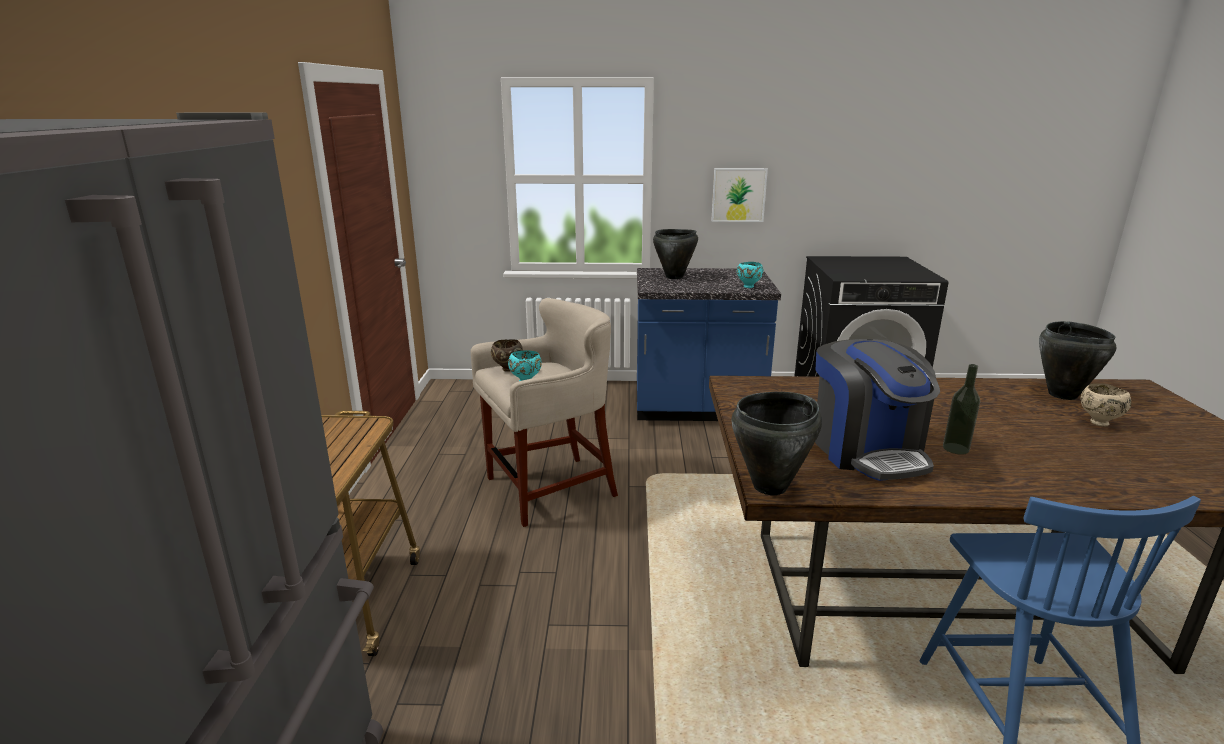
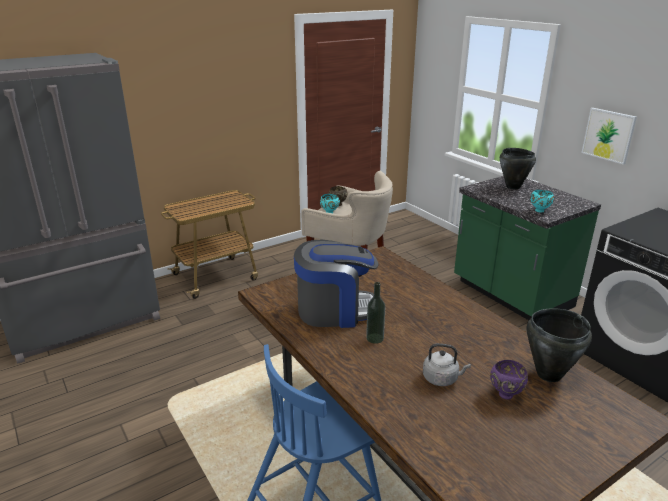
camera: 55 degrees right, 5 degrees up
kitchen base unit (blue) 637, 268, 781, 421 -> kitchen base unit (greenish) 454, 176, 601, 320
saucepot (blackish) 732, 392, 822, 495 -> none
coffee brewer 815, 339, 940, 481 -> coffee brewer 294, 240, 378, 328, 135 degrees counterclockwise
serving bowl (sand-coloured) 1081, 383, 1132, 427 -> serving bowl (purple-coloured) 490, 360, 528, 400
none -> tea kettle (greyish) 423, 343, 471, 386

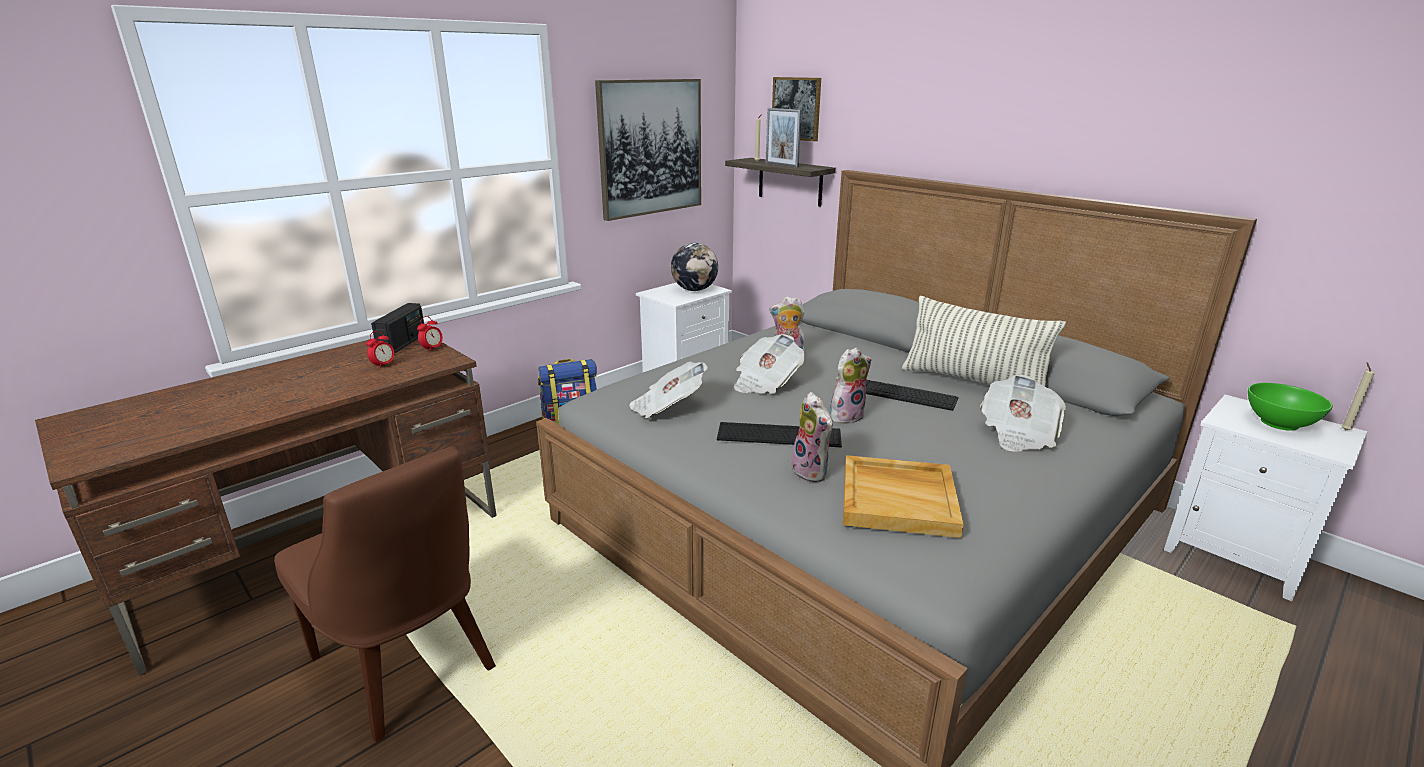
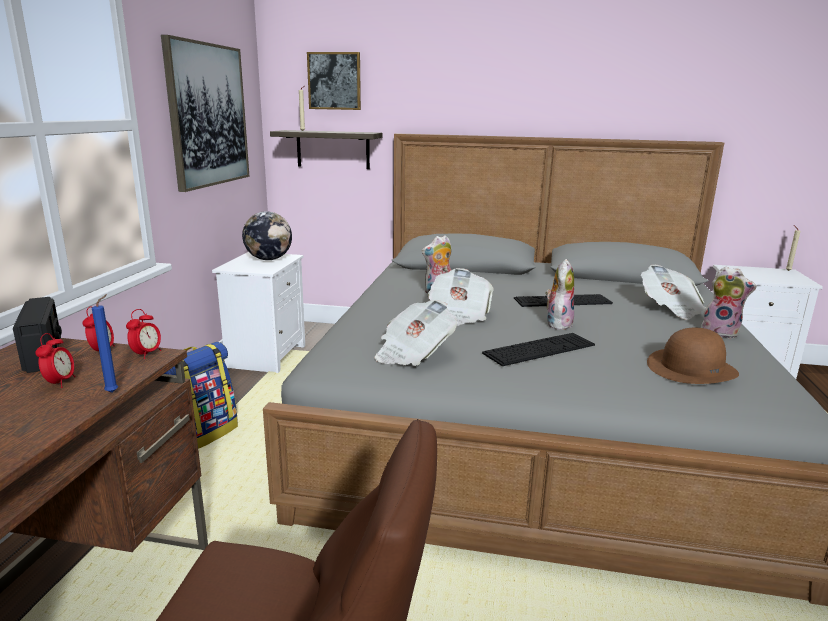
camera: 35 degrees left, 5 degrees down
photo frame 766, 108, 802, 168 -> none
plush toy 791, 392, 833, 482 -> plush toy 701, 266, 757, 339, relocated
tray (sand-coloured) 843, 455, 964, 538 -> hat (brownish) 647, 328, 739, 384
throw pillow 902, 296, 1066, 387 -> none
serving bowl (greenish) 1248, 383, 1333, 431 -> none
none -> wax candle (blue) 92, 294, 118, 393
none -> alarm clock 126, 309, 161, 359

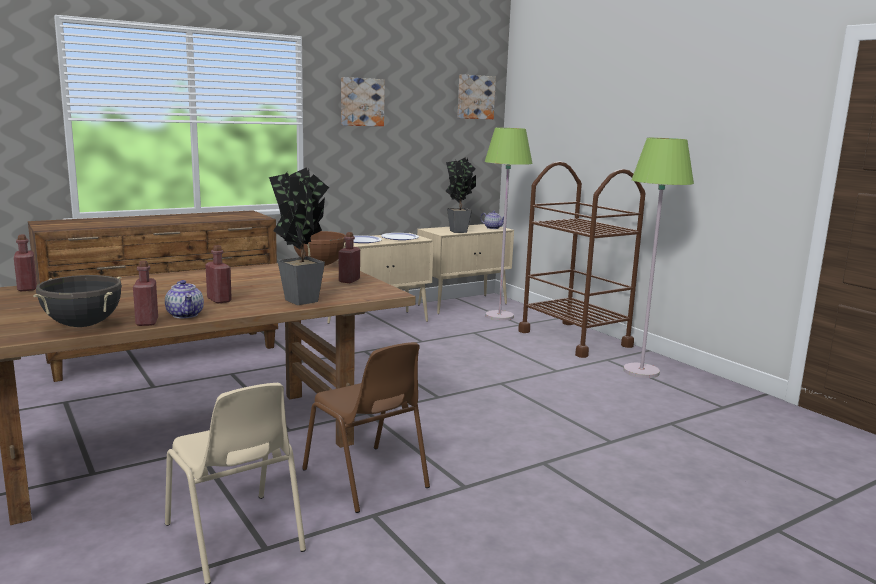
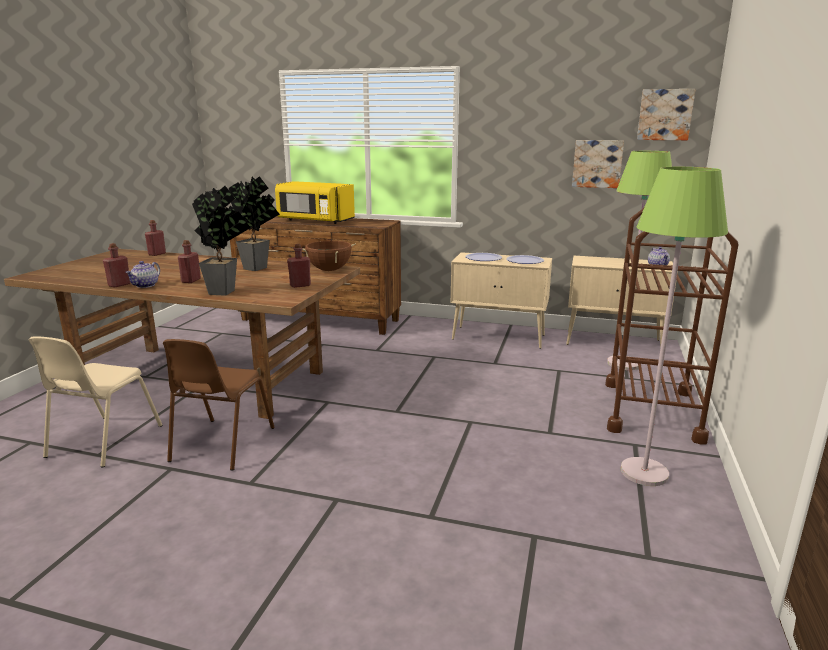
camera: 50 degrees right, 5 degrees up
saucepot (blackish) 33, 275, 122, 327 -> none
wall art 341, 77, 385, 126 -> wall art 572, 140, 624, 188, relocated
plant in a pot 445, 157, 476, 233 -> plant in a pot 229, 176, 280, 271, relocated
none -> microwave (yellow) 275, 181, 355, 224

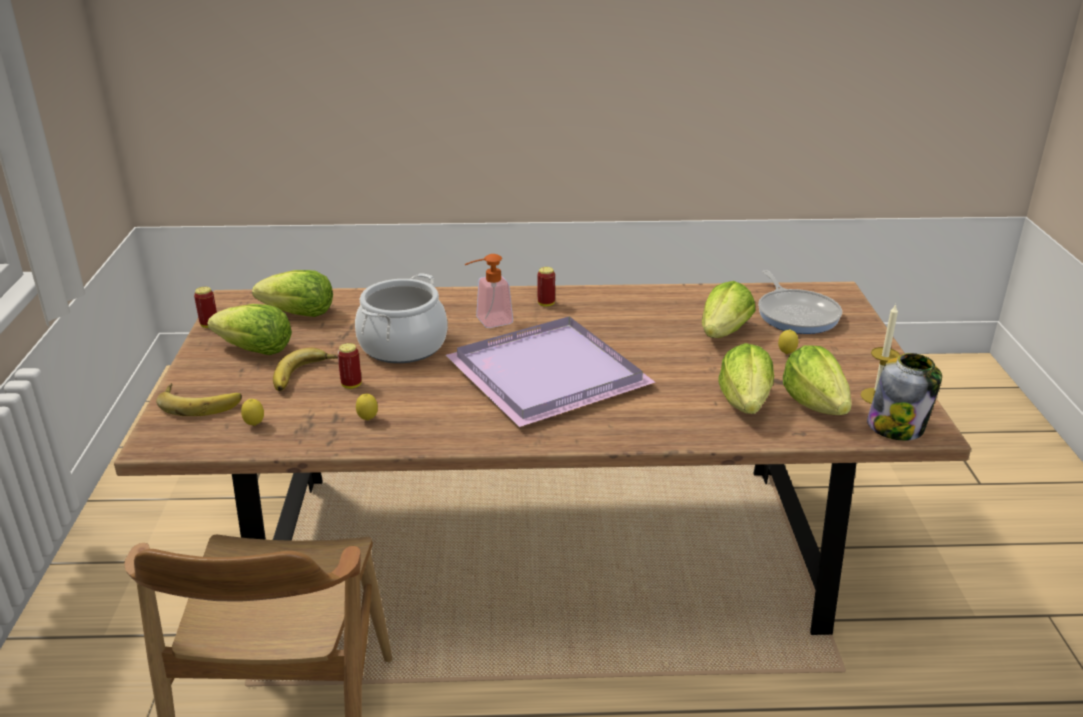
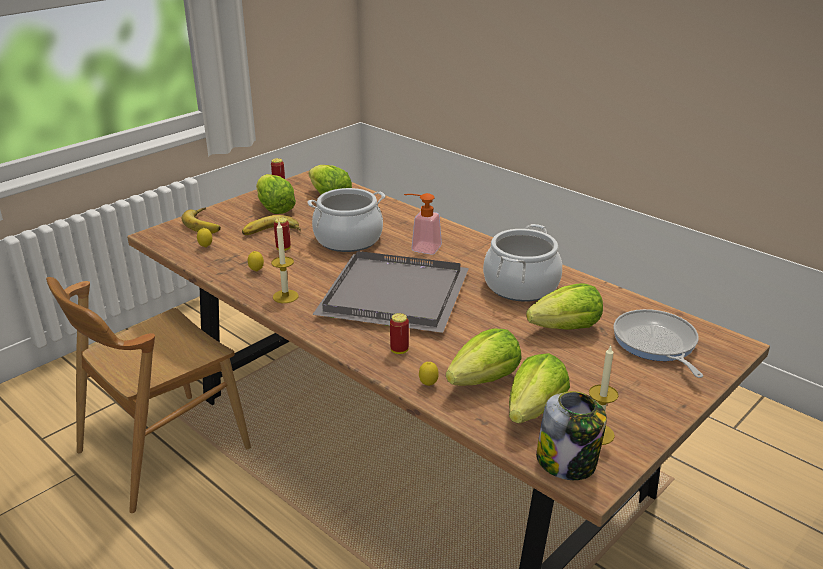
camera: 45 degrees right, 0 degrees up
tray (purple-coloured) 445, 316, 655, 427 -> tray (greyish) 312, 251, 469, 333
sealed can 537, 267, 555, 307 -> sealed can 390, 313, 409, 354, relocated
pan 758, 270, 842, 334 -> pan 613, 309, 703, 378, 135 degrees clockwise
whole lemon 778, 329, 798, 354 -> whole lemon 419, 362, 439, 386, relocated
none -> wax candle 271, 222, 299, 303
none -> saucepot 483, 224, 562, 302

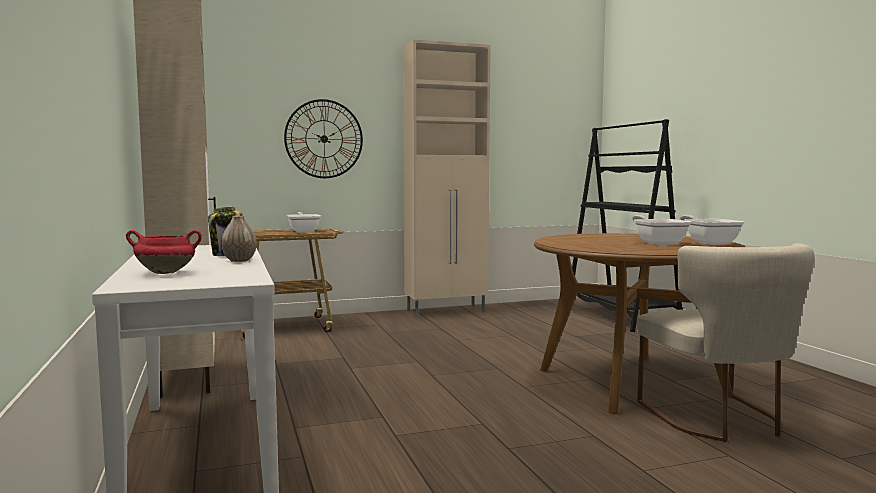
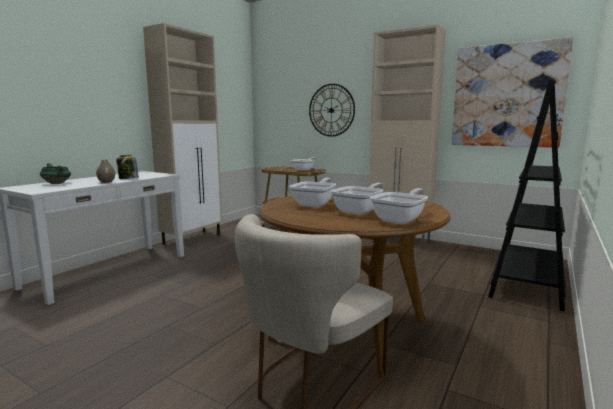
camera: 50 degrees right, 5 degrees up
saucepot (red) 126, 230, 202, 274 -> saucepot (greenish) 40, 163, 71, 184
none -> pan 289, 178, 336, 207
none -> wall art 452, 37, 573, 148

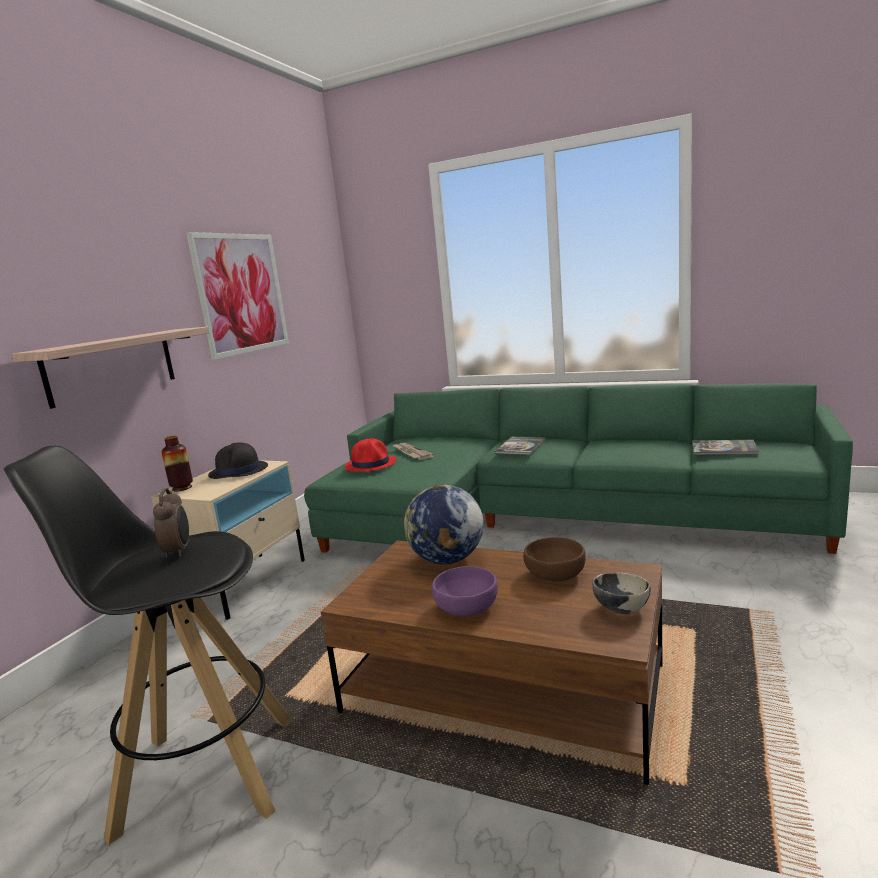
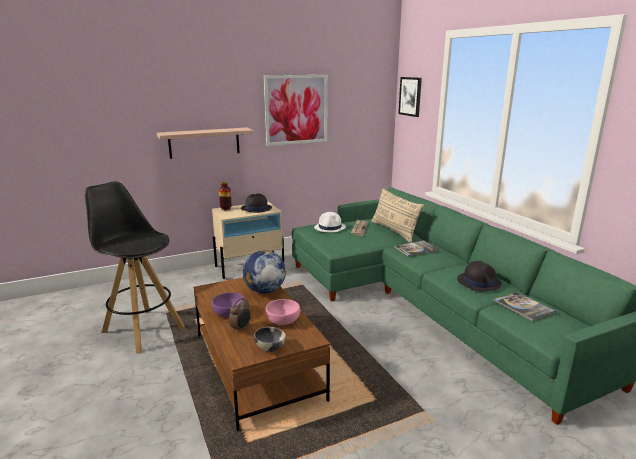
camera: 40 degrees right, 5 degrees up
alarm clock 153, 488, 189, 558 -> alarm clock 229, 298, 251, 333, relocated
hat (red) 345, 438, 396, 472 -> hat (whitish) 314, 212, 346, 232
serving bowl (brownish) 523, 537, 586, 581 -> serving bowl (pink-coloured) 266, 299, 300, 325
none -> throw pillow (sand-coloured) 371, 188, 424, 243
none -> wall art 398, 77, 422, 117
none -> hat (blackish) 457, 261, 502, 292

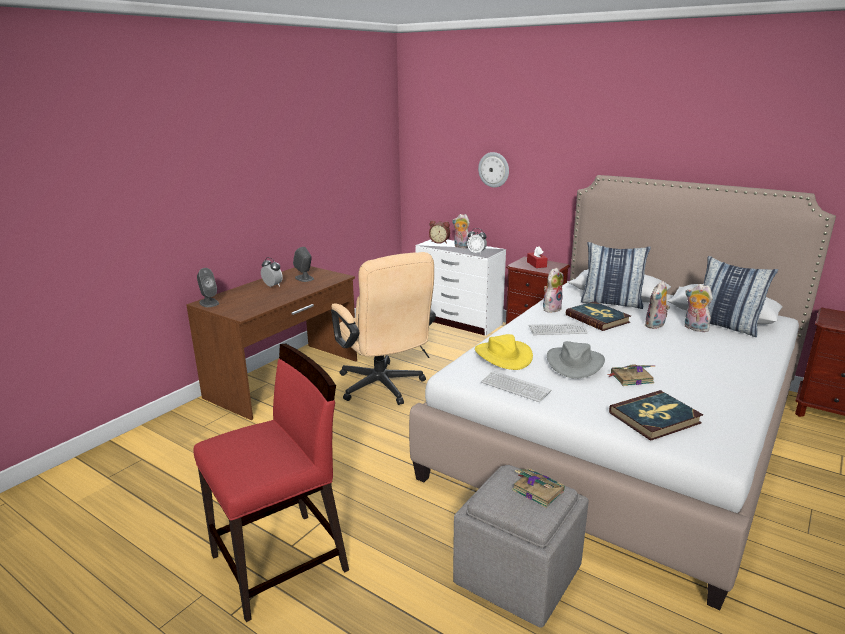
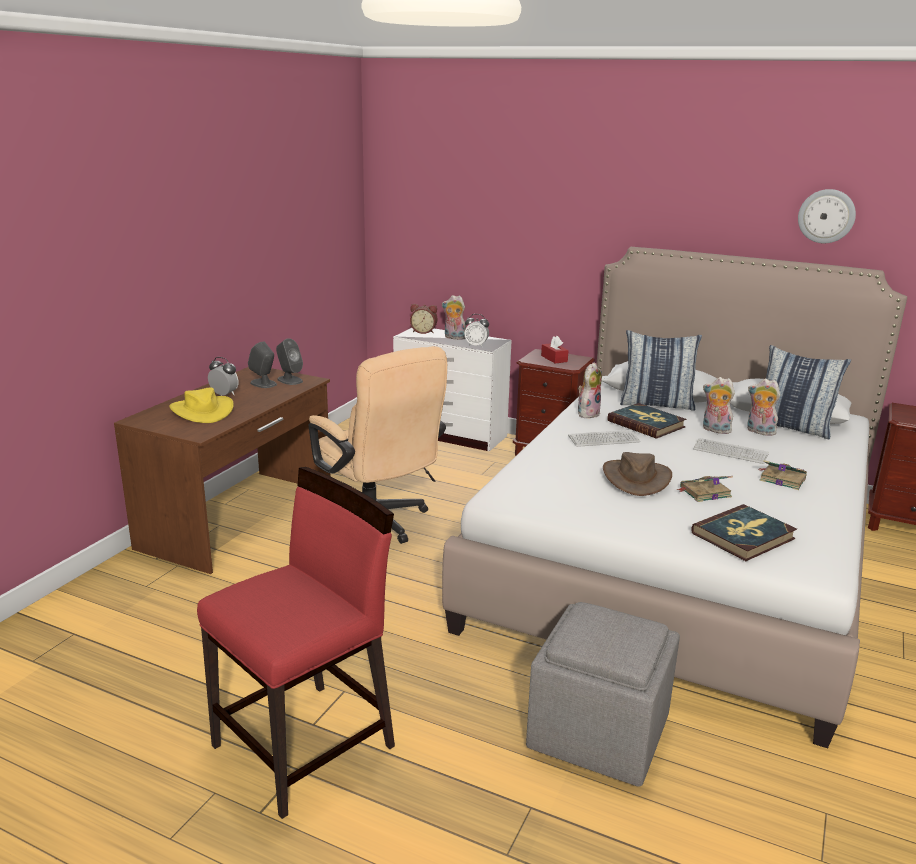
camera: 10 degrees left, 0 degrees up
audio speaker (greyish) 197, 268, 219, 307 -> audio speaker (greyish) 276, 338, 303, 385, relocated
hat (yellow) 475, 334, 533, 370 -> hat (yellow) 169, 387, 234, 423, relocated
hanging clock 478, 152, 509, 188 -> hanging clock 798, 189, 856, 243, relocated
keyboard 481, 371, 551, 402 -> keyboard 693, 438, 769, 464, relocated
book 512, 469, 565, 508 -> book 759, 460, 807, 490, relocated
hat (greyish) 547, 341, 605, 379 -> hat (brownish) 603, 452, 672, 496
plush toy 644, 281, 670, 329 -> plush toy 703, 377, 735, 434, 90 degrees clockwise

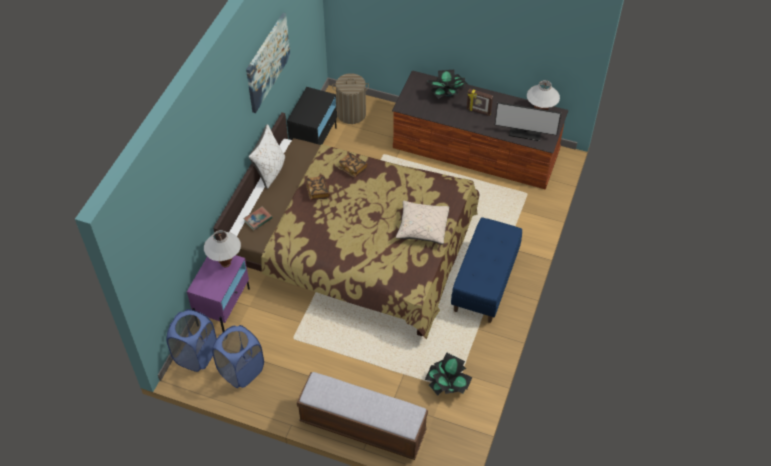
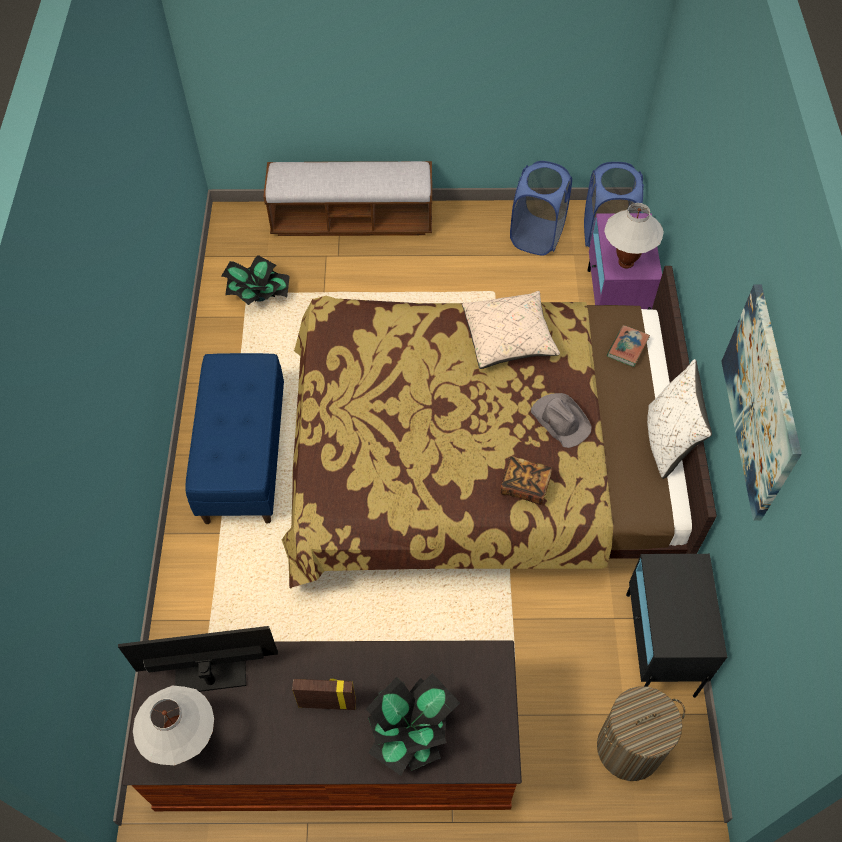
camera: 160 degrees right, 5 degrees up
book 306, 176, 330, 200 -> hat (greyish) 531, 393, 592, 448
throw pillow (sand-coloured) 396, 201, 450, 245 -> throw pillow (sand-coloured) 462, 291, 560, 369, relocated

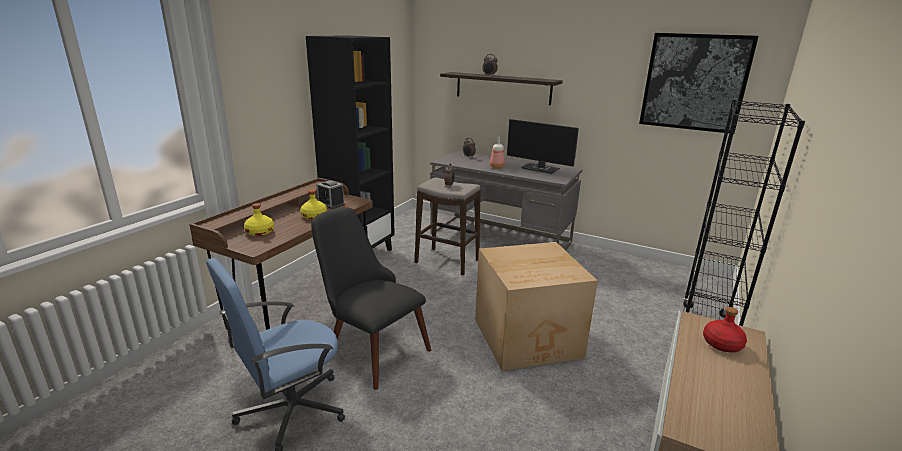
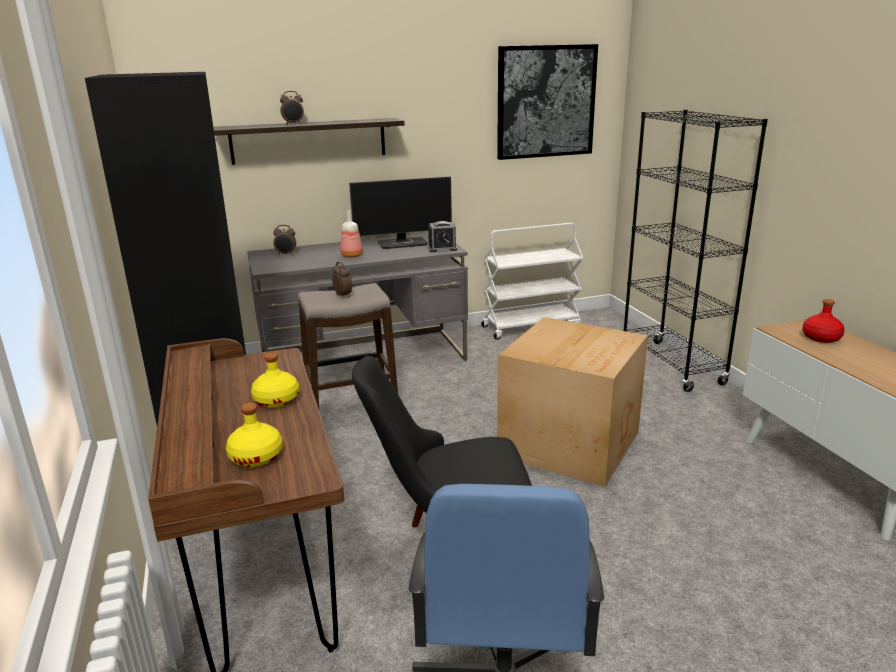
camera: 45 degrees left, 0 degrees up
alarm clock 316, 180, 345, 209 -> alarm clock 428, 221, 457, 252, relocated
none -> trolley (whitish) 481, 223, 584, 340

